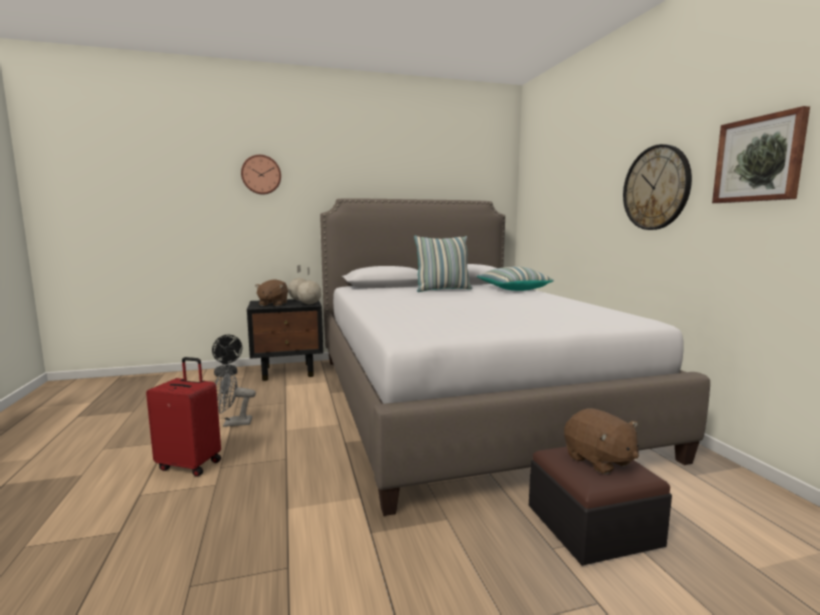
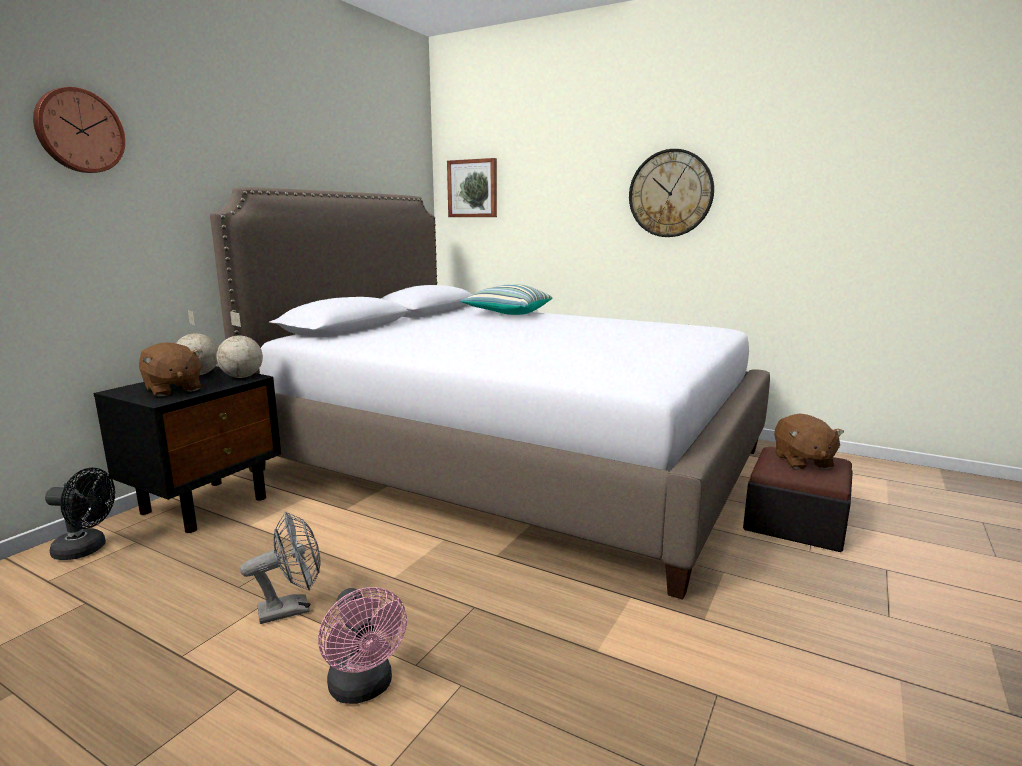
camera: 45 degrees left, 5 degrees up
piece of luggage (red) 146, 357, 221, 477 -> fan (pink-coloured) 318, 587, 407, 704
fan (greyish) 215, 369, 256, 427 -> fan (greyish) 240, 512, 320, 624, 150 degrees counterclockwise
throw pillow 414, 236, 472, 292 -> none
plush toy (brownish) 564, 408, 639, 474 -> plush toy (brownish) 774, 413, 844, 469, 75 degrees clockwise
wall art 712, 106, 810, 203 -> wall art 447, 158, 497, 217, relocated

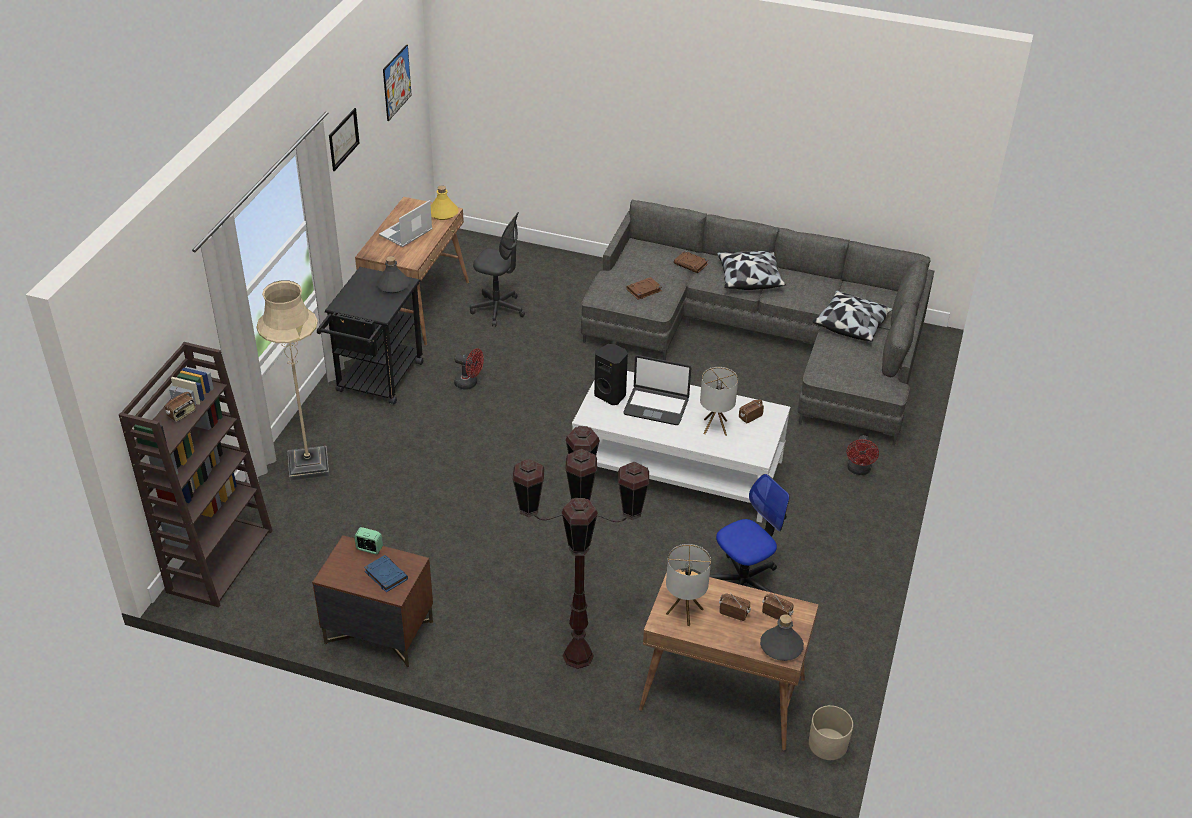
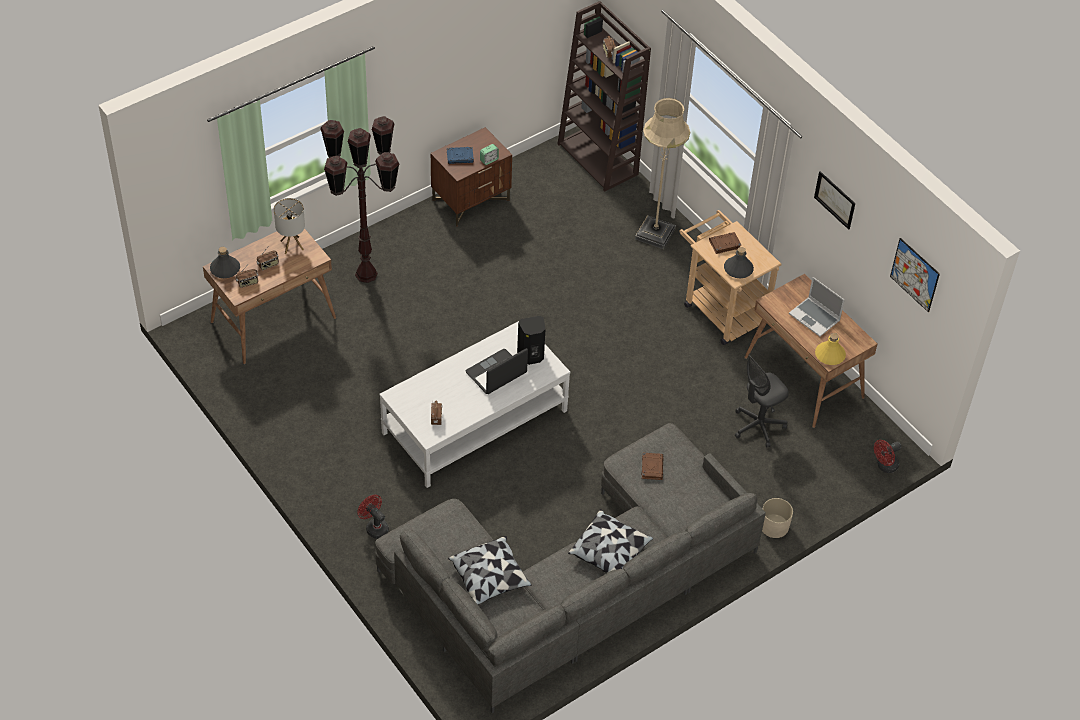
camera: 125 degrees right, 10 degrees up
trolley (blackish) 317, 267, 423, 405 -> trolley (sand-coloured) 679, 210, 782, 345
notebook computer 379, 200, 432, 247 -> notebook computer 789, 277, 845, 337, 150 degrees clockwise
fan (red) 454, 348, 484, 390 -> fan (red) 874, 440, 901, 473, relocated
book (brownish) 674, 251, 708, 273 -> book (brownish) 709, 232, 741, 254, relocated
table lamp 700, 367, 738, 436 -> none
office chair 709, 474, 790, 593 -> none
flower pot (sand-coloured) 809, 705, 853, 760 -> flower pot (sand-coloured) 762, 498, 793, 538, relocated

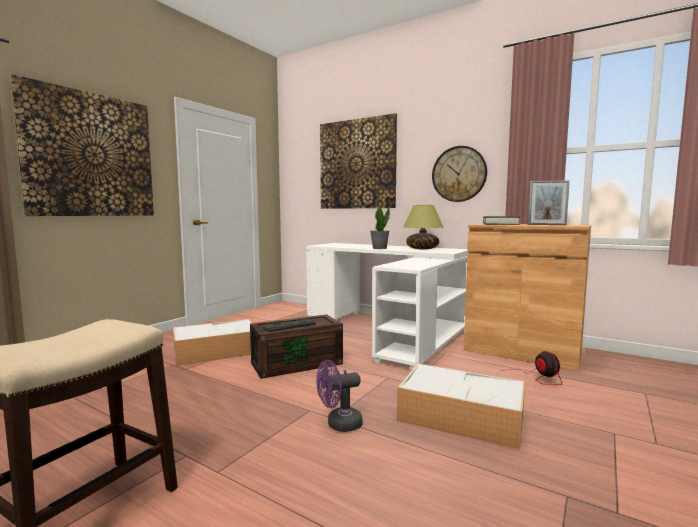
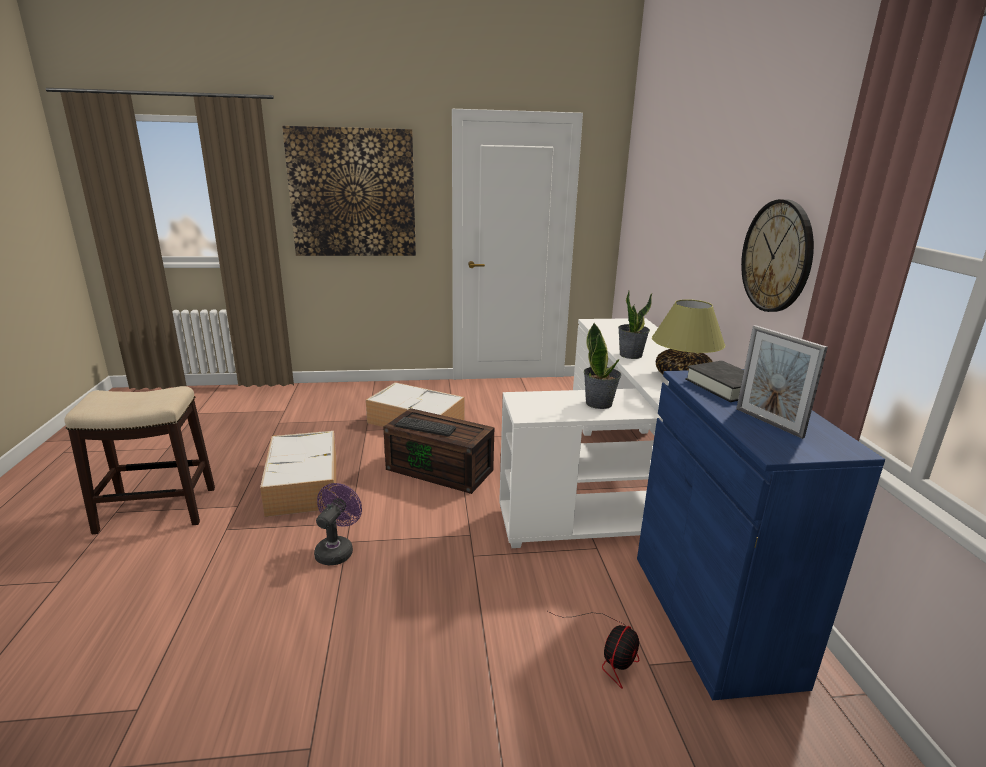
camera: 50 degrees right, 15 degrees up
fan (purple-coloured) 316, 360, 363, 432 -> fan (purple-coloured) 314, 483, 362, 565, 75 degrees clockwise
wall art 320, 113, 397, 209 -> none
storage bin 397, 363, 525, 449 -> storage bin 260, 431, 336, 517, relocated
storage cabinet (brownish) 464, 224, 591, 371 -> storage cabinet (blue) 637, 369, 885, 700
none -> plant in a pot 584, 323, 621, 409

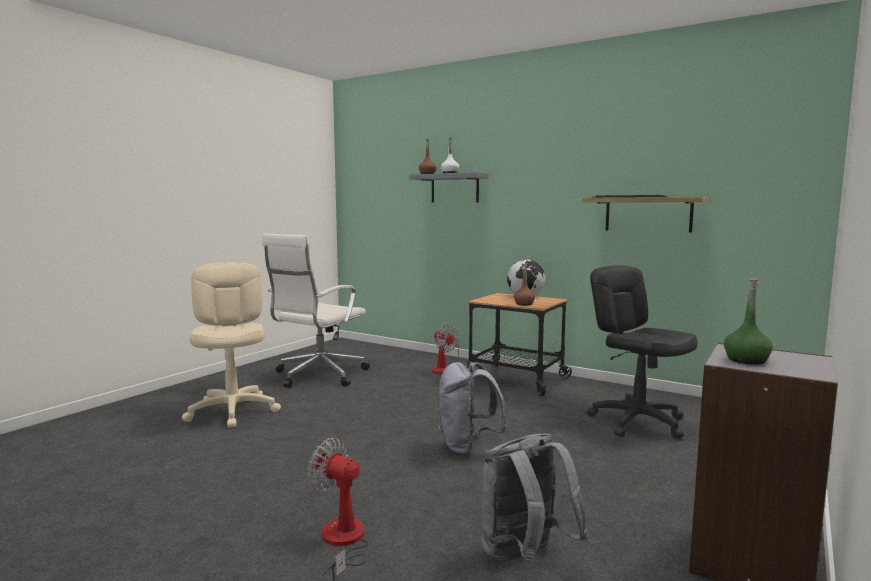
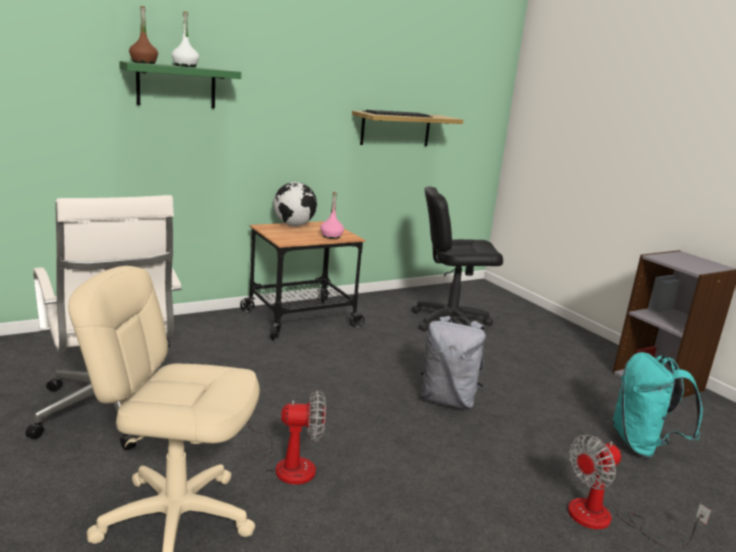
camera: 65 degrees left, 10 degrees up
shelf (greyish) 410, 172, 488, 203 -> shelf (greenish) 119, 61, 241, 108
fan 432, 325, 461, 374 -> fan 248, 390, 326, 485, relocated
rucksack (greyish) 481, 433, 589, 562 -> rucksack (blue-green) 613, 352, 703, 458
drink bottle (brownish) 514, 264, 535, 305 -> drink bottle (pink-coloured) 320, 192, 344, 239
drink bottle (greenish) 724, 278, 773, 365 -> none

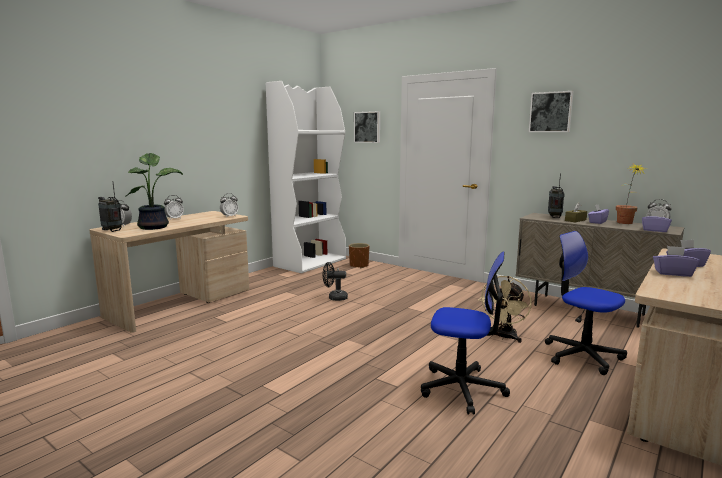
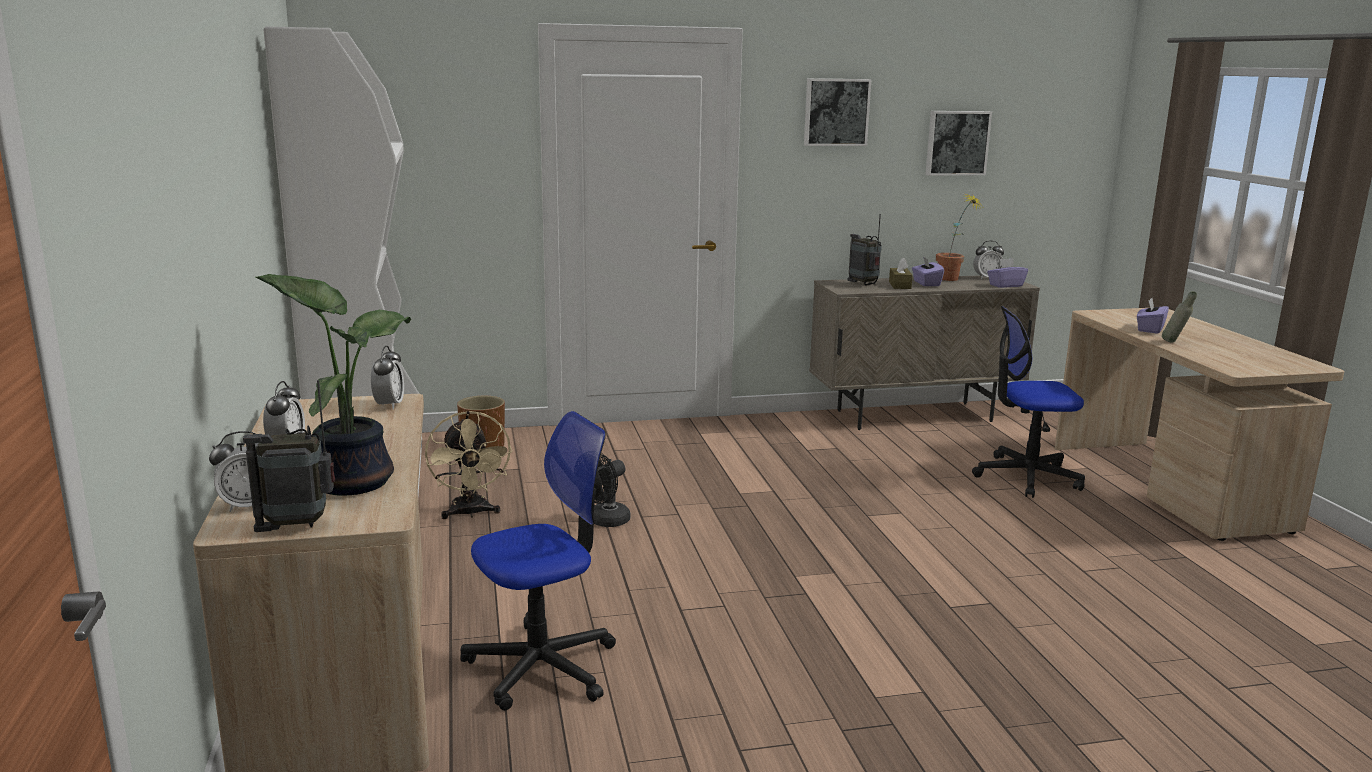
camera: 50 degrees left, 5 degrees up
wall art 354, 111, 380, 143 -> wall art 925, 111, 992, 176, relocated
office chair 421, 251, 510, 414 -> office chair 460, 411, 616, 711, relocated
fan (sand-coloured) 478, 276, 532, 343 -> fan (sand-coloured) 425, 411, 513, 519, relocated
tissue holder (purple-coloured) 653, 246, 699, 277 -> drink bottle (greyish) 1162, 291, 1197, 343

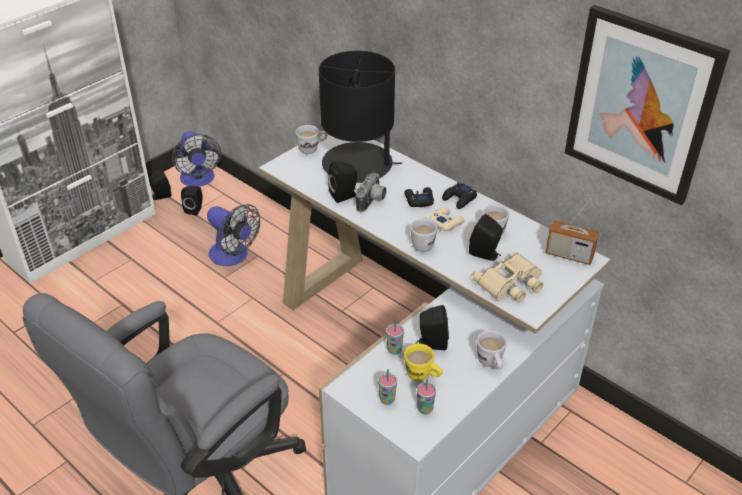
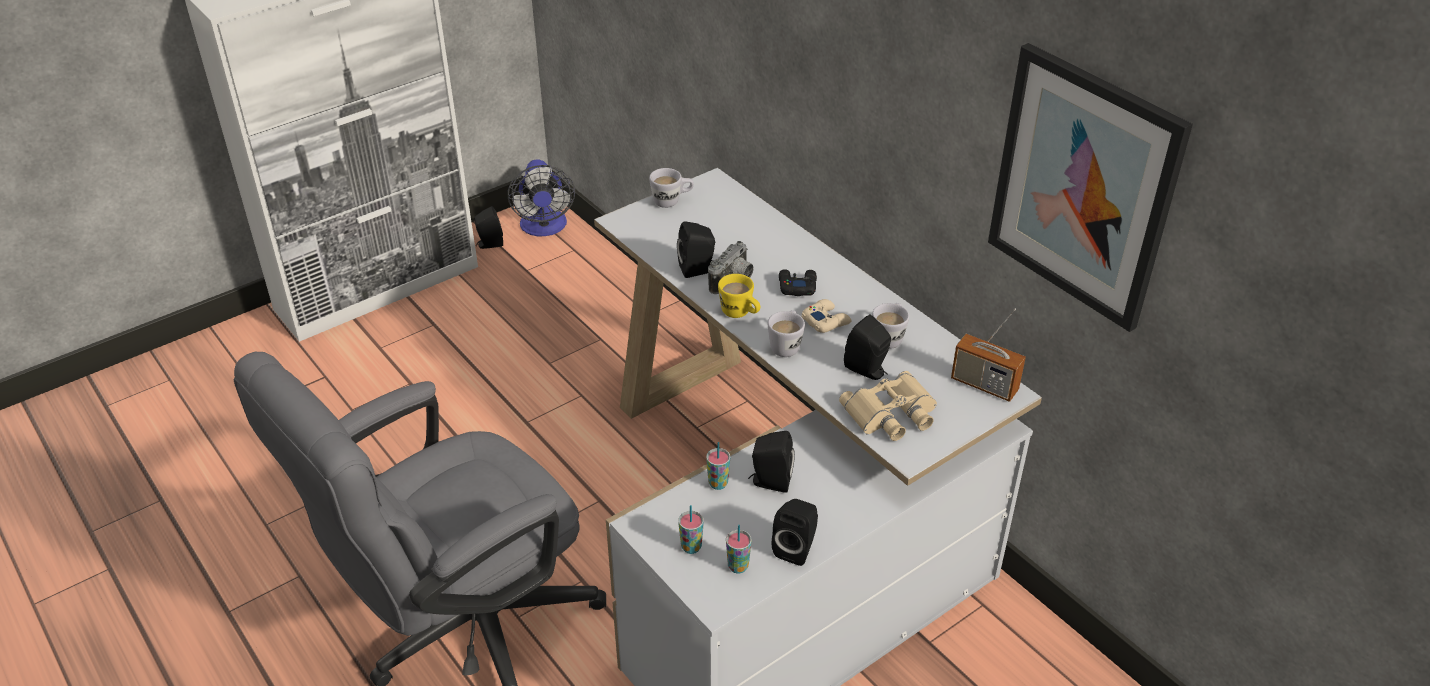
camera: 10 degrees right, 0 degrees up
audio speaker (blackish) 181, 186, 202, 216 -> audio speaker (blackish) 772, 499, 818, 566, relocated
fan 207, 204, 260, 266 -> none
table lamp (blackish) 319, 51, 402, 183 -> none
tea mug (yellow) 404, 343, 443, 381 -> tea mug (yellow) 718, 274, 760, 318, relocated
joypad (blackish) 442, 182, 477, 209 -> none
tea mug (whitish) 477, 330, 507, 370 -> none

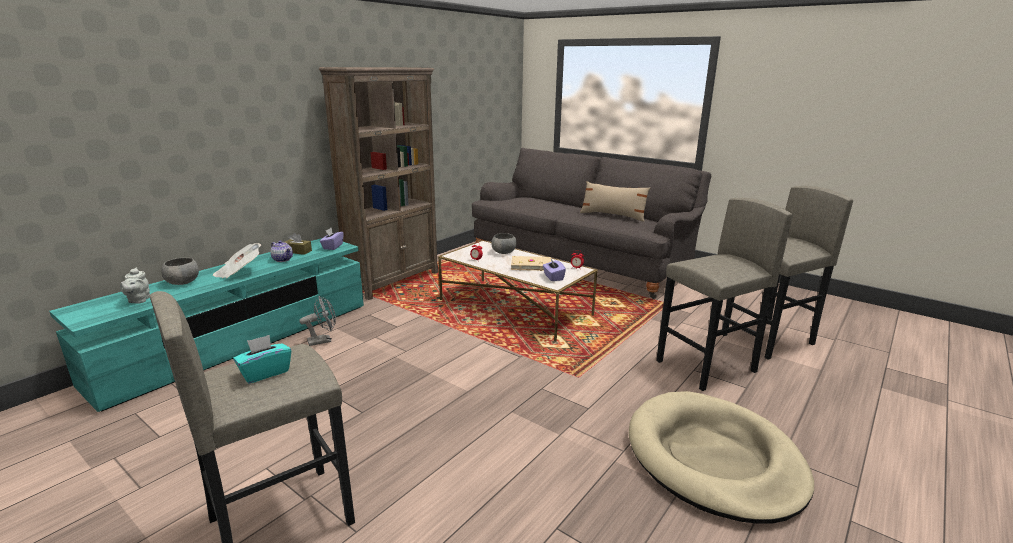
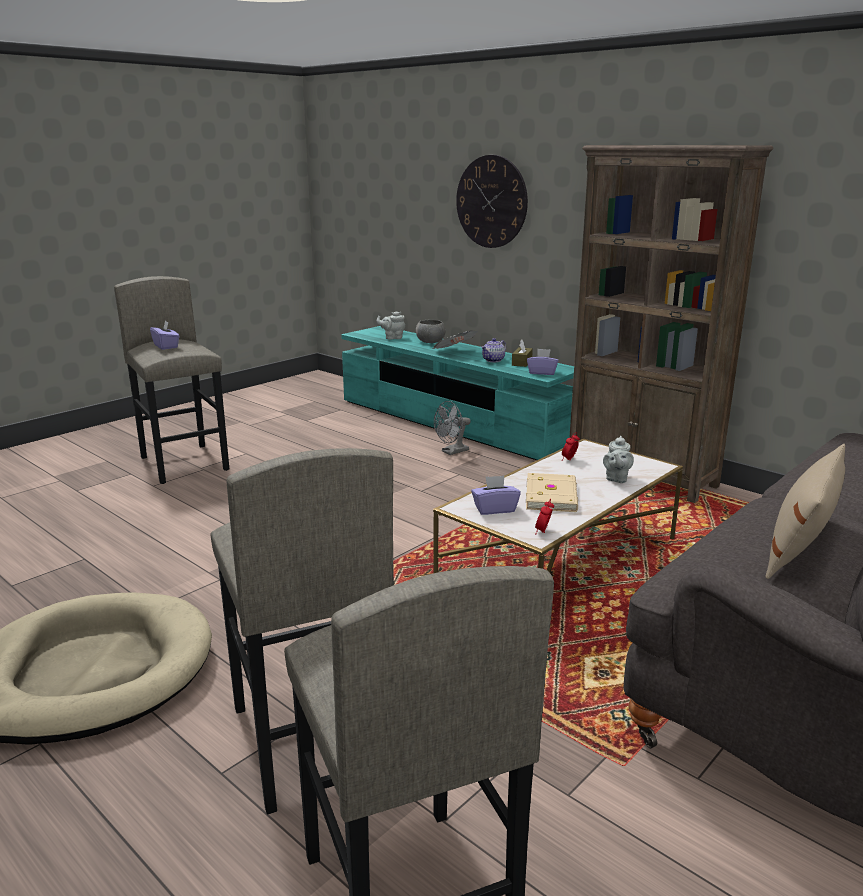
camera: 95 degrees right, 0 degrees up
tissue holder (blue-green) 233, 335, 291, 384 -> tissue holder (purple-coloured) 150, 320, 180, 350
fan (greyish) 299, 296, 336, 346 -> fan (greyish) 434, 401, 471, 455, 75 degrees clockwise
serving bowl (greyish) 491, 233, 516, 254 -> tea pot (greyish) 603, 436, 634, 483
none -> hanging clock 456, 155, 528, 248

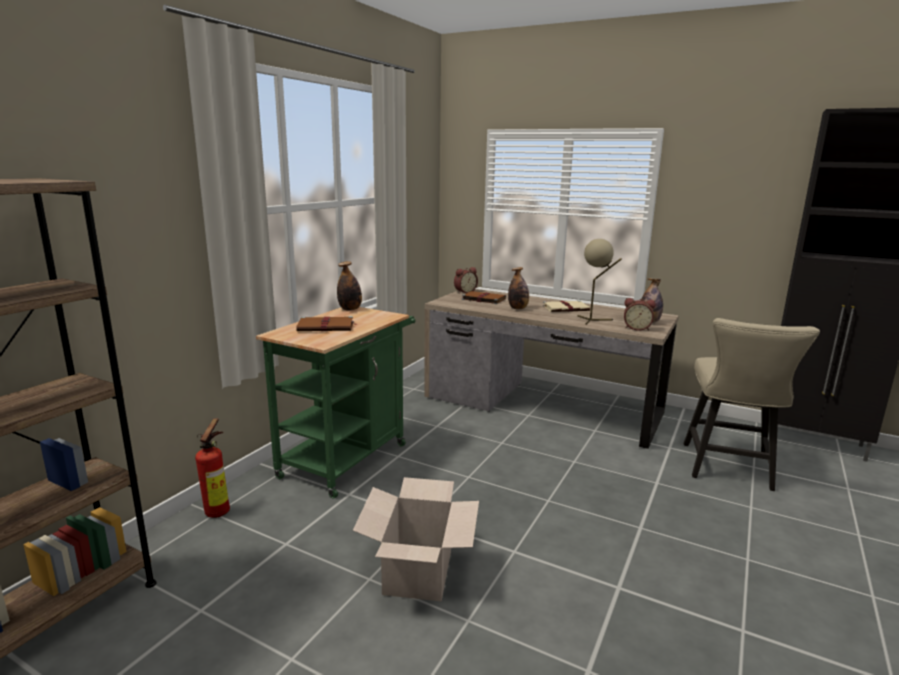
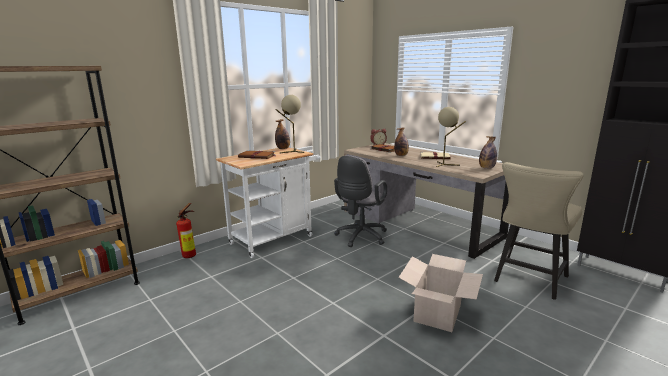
camera: 20 degrees right, 0 degrees up
trolley (greenish) 256, 307, 416, 499 -> trolley (whitish) 216, 147, 321, 258
cardboard box 353, 477, 479, 602 -> cardboard box 398, 254, 483, 332, relocated
alarm clock 624, 298, 656, 331 -> none
none -> table lamp (sand-coloured) 276, 95, 304, 153
none -> office chair (greyish) 334, 155, 387, 247

